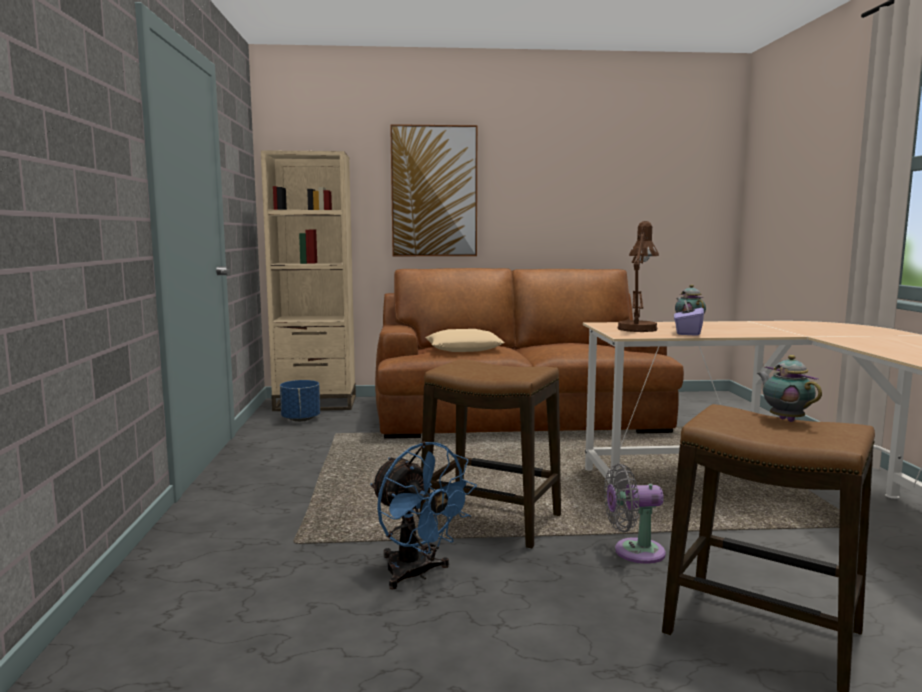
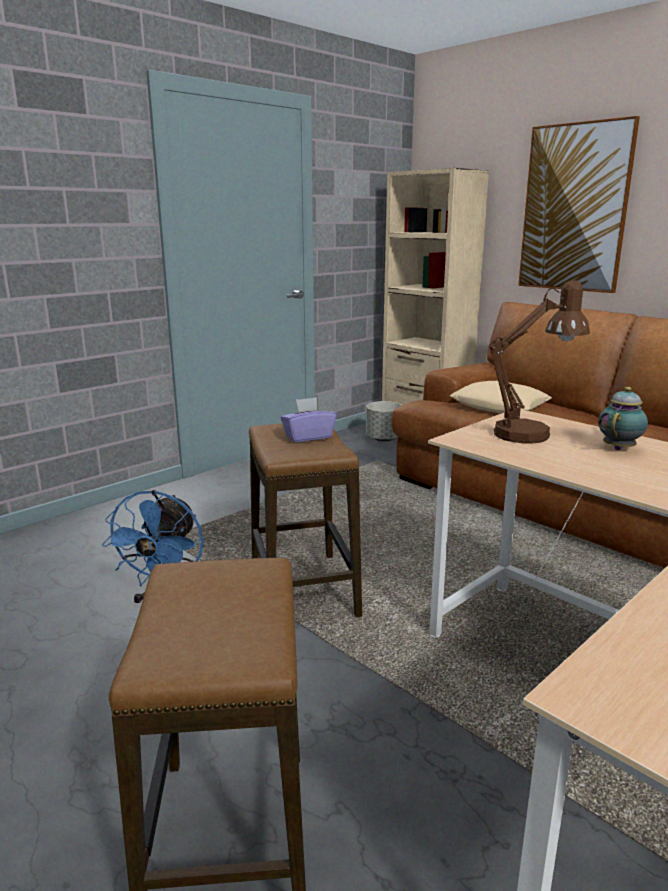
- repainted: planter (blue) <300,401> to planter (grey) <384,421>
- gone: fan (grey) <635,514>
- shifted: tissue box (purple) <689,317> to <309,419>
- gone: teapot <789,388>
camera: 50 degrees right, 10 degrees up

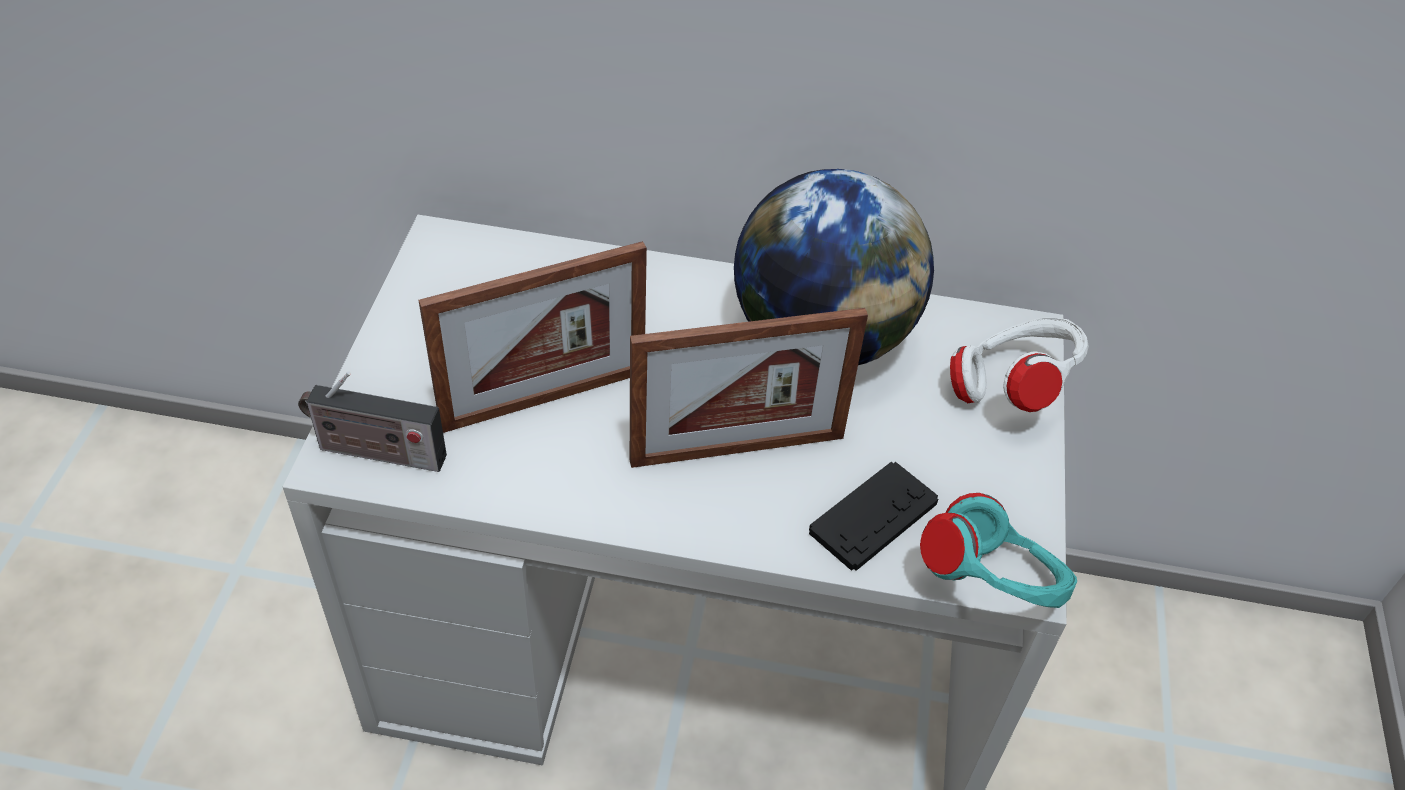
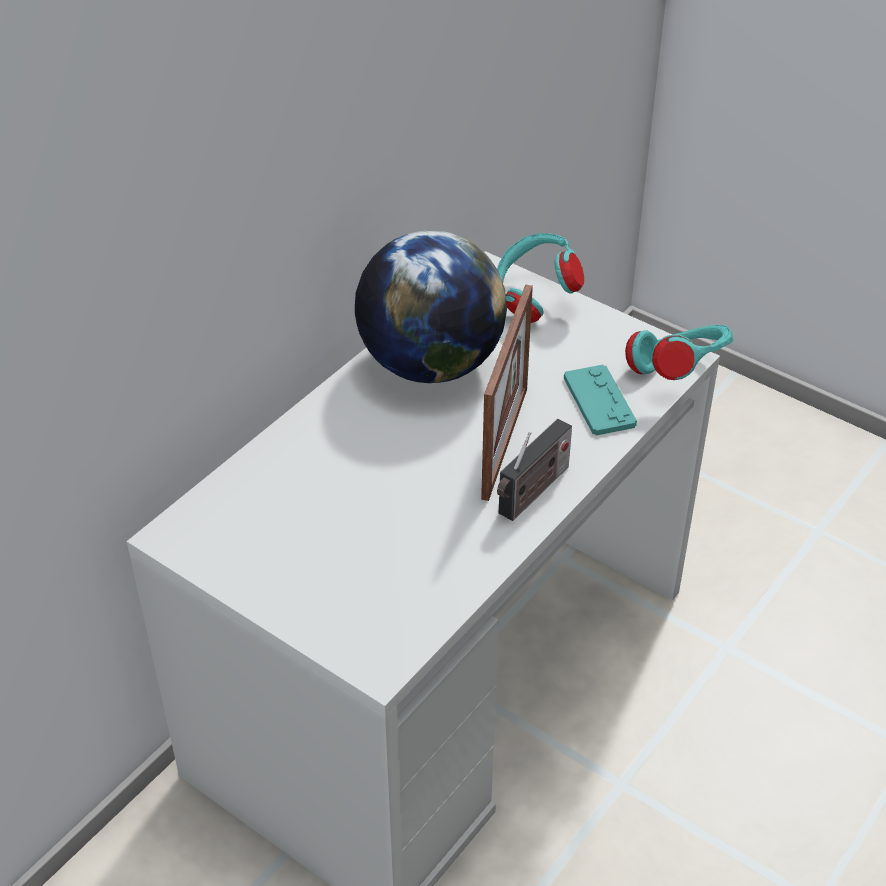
- shifted: radio <372,421> to <534,470>
- gone: picture frame <533,337>
- repainted: game controller (black) <873,516> to game controller (turquoise) <600,400>
- repainted: headphones (white) <1019,364> to headphones (turquoise) <540,278>
camera: 60 degrees left, 5 degrees down

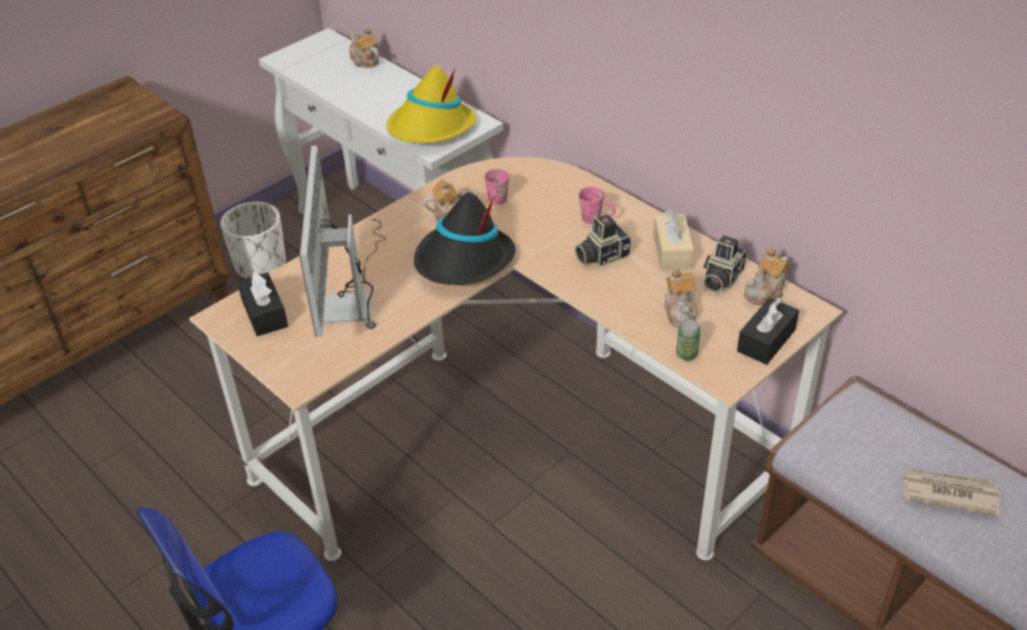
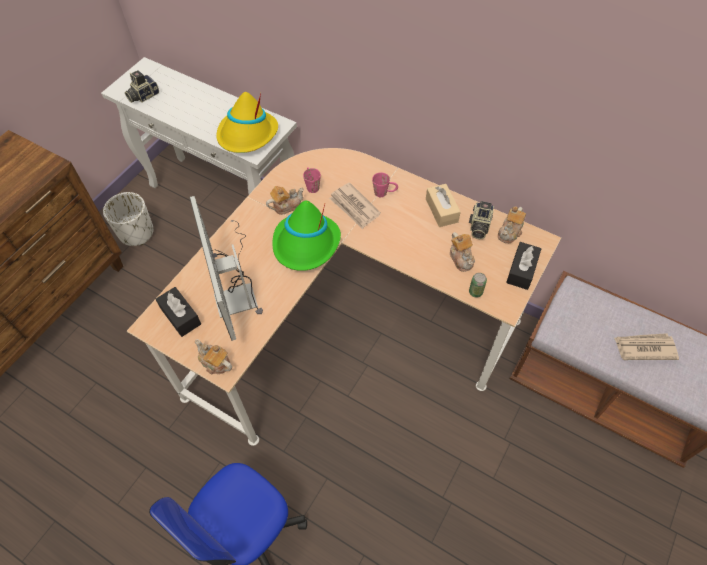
- shifted: teapot <364,48> to <213,357>
- repainted: hat (black) <465,238> to hat (green) <306,236>
- shifted: photo camera <603,241> to <142,86>
- new: newspaper <355,205>
camera: 15 degrees left, 15 degrees up

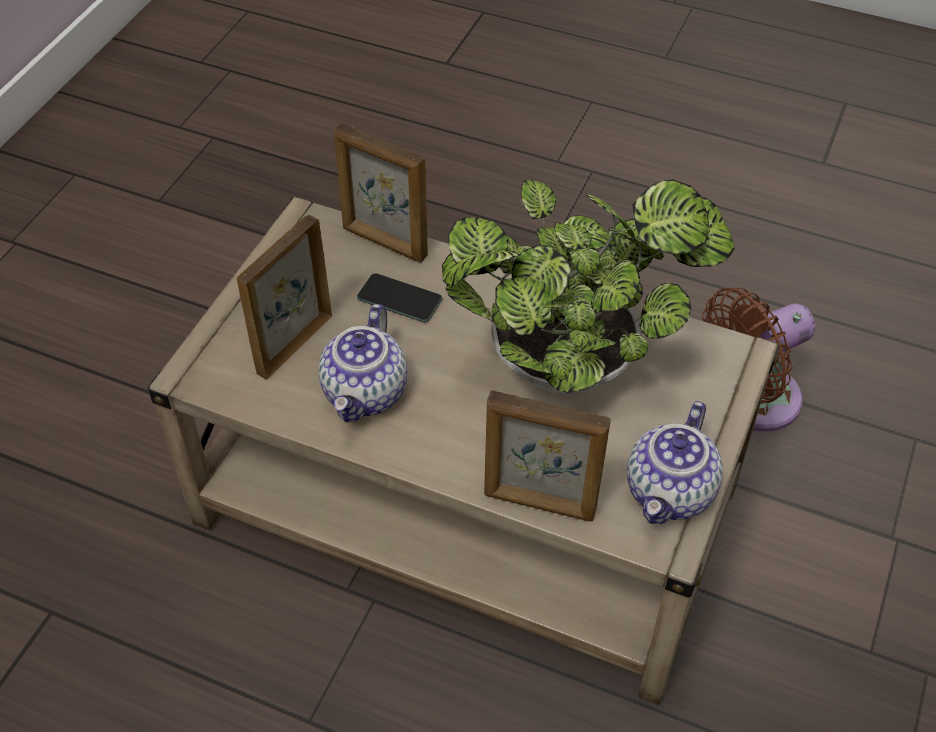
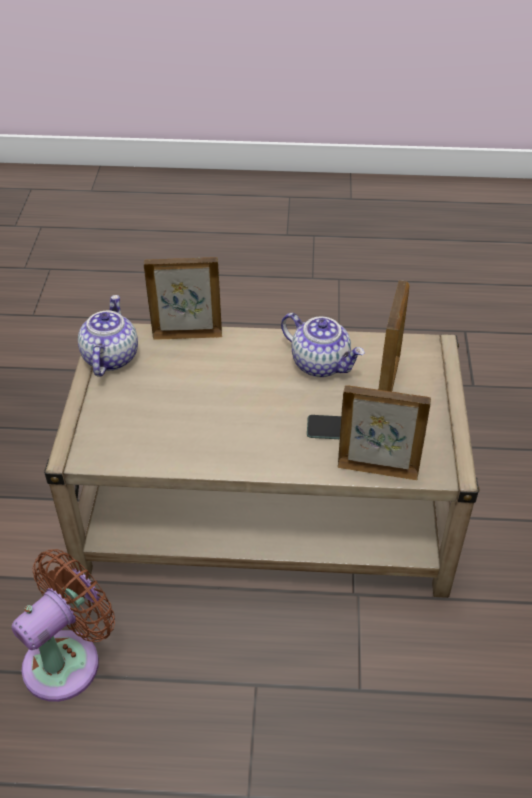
- rotated: teapot <363,363> = <323,345> 135 degrees clockwise
- gone: potted plant <588,287>
camera: 160 degrees right, 5 degrees down

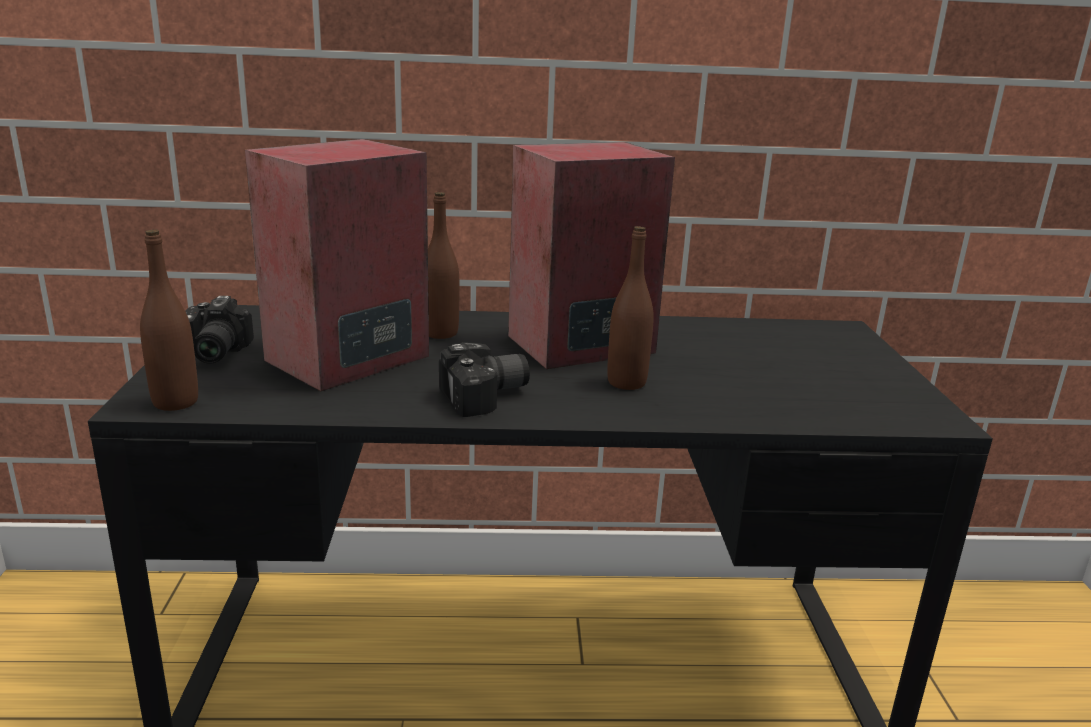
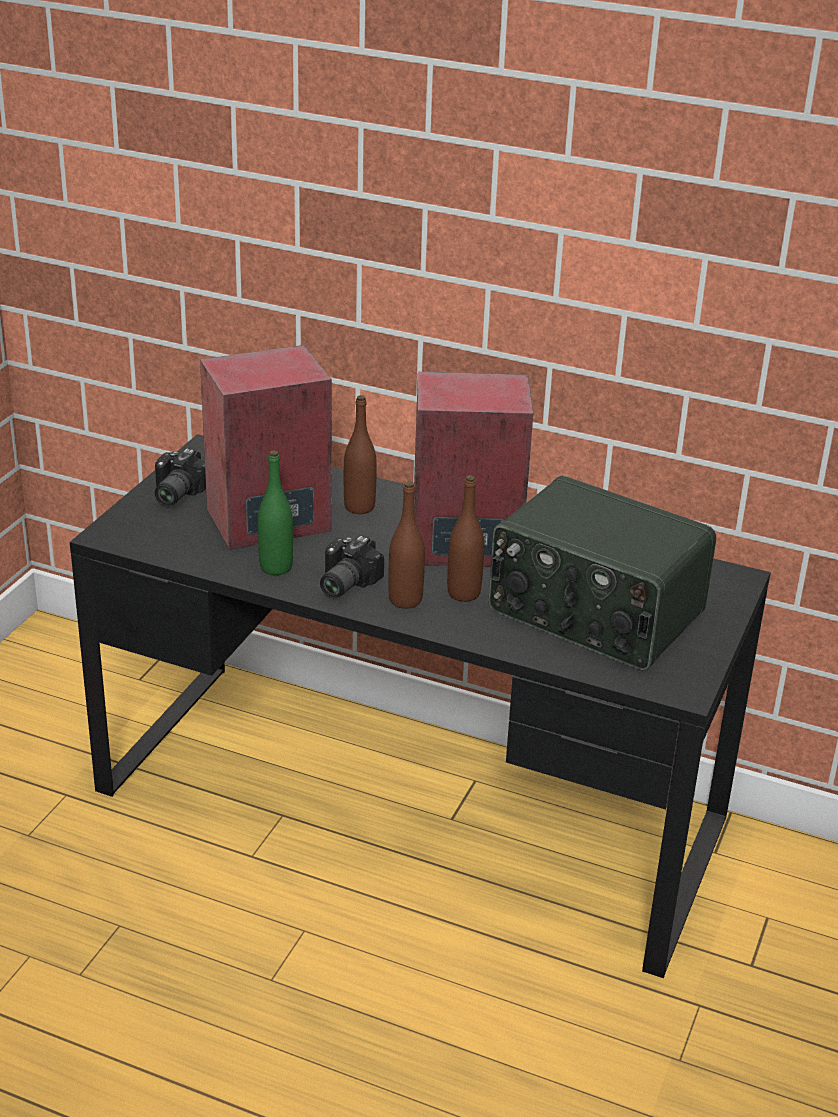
- shifted: bottle (brown) <169,320> to <406,545>
- rotated: photo camera <484,379> = <352,567> 120 degrees clockwise
- new: bottle (green) <275,512>
- new: radio <602,573>
camera: 25 degrees right, 10 degrees up

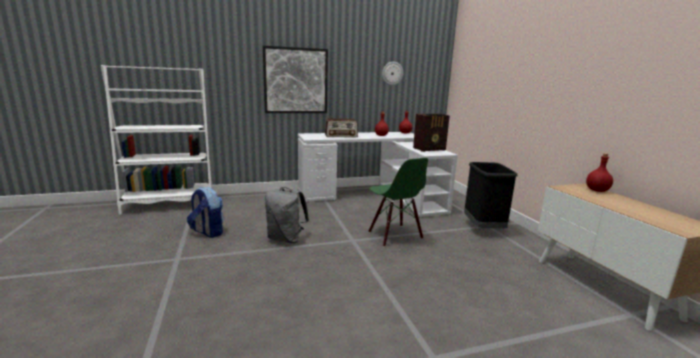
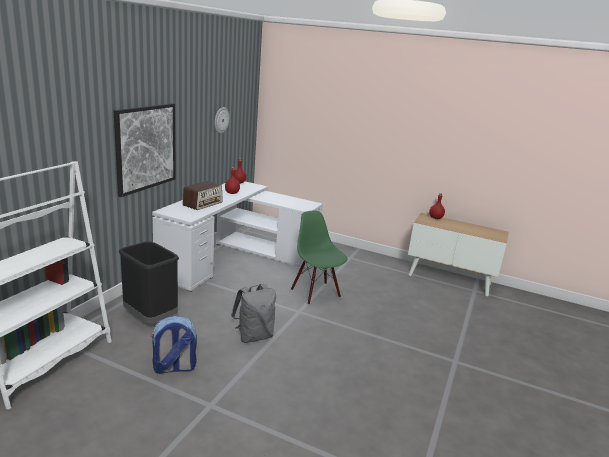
- rotated: chair (green) <398,202> = <319,258> 135 degrees counterclockwise
- gone: radio <431,133>
- shifted: trash can (black) <491,195> to <149,282>
camera: 50 degrees left, 5 degrees up

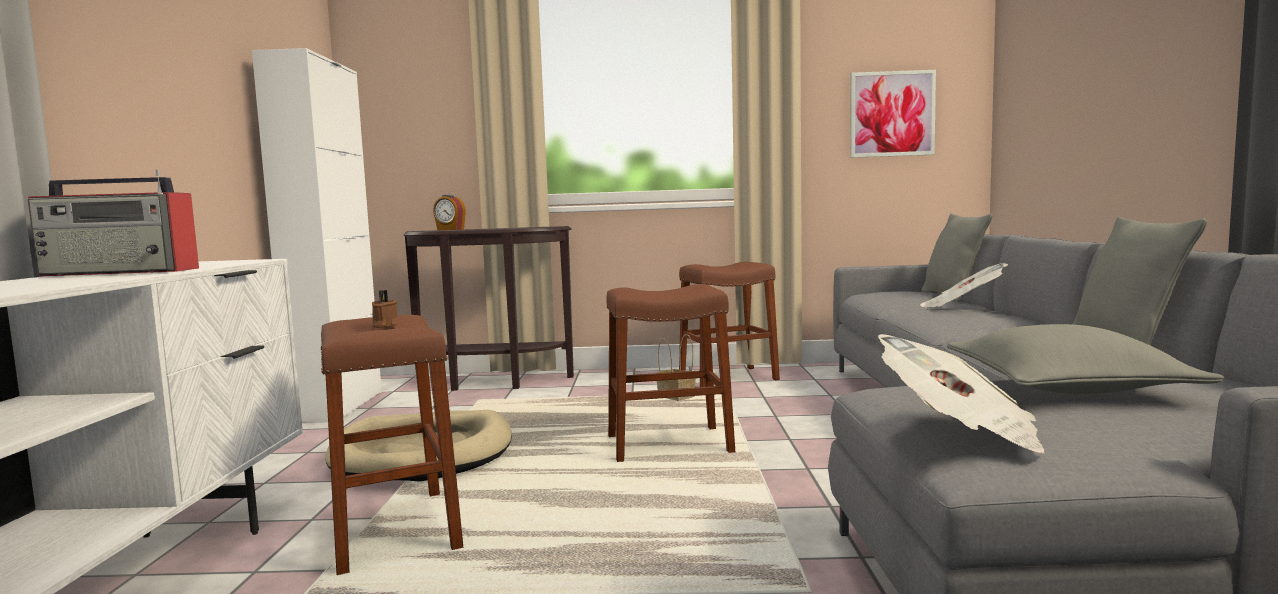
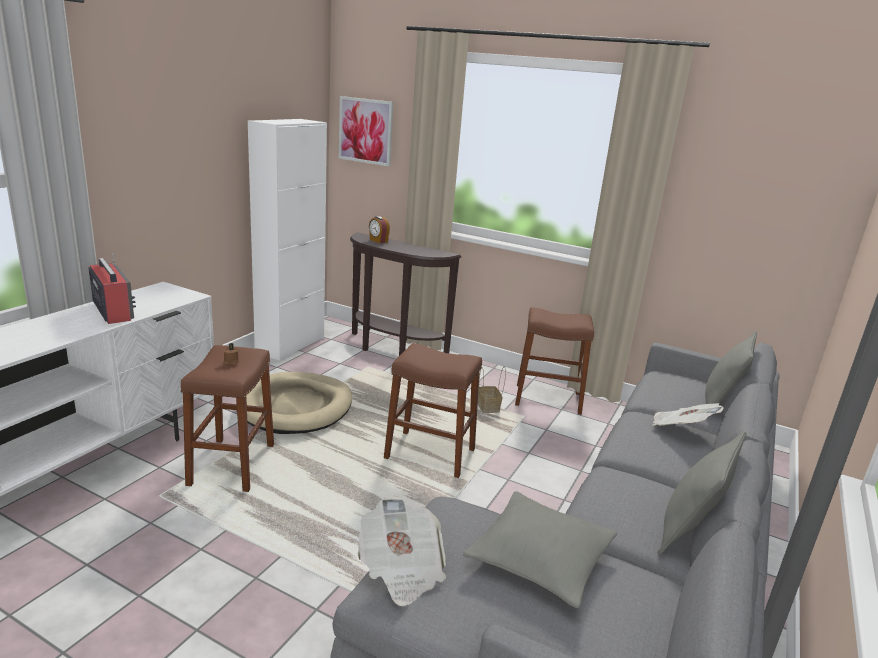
- rotated: radio <113,223> = <112,288> 150 degrees counterclockwise
- shifted: picture <893,114> to <366,131>
camera: 25 degrees right, 15 degrees up

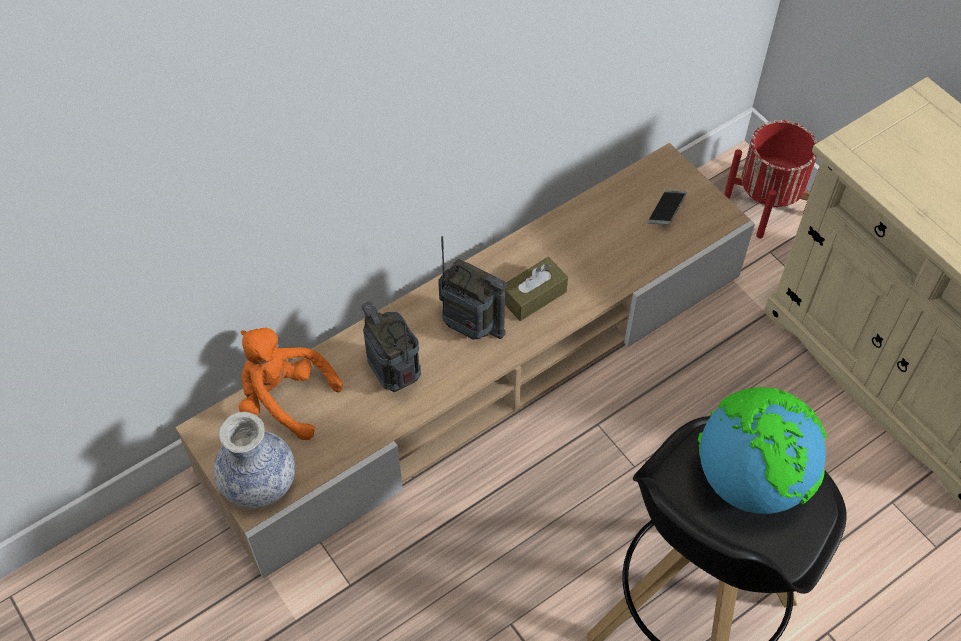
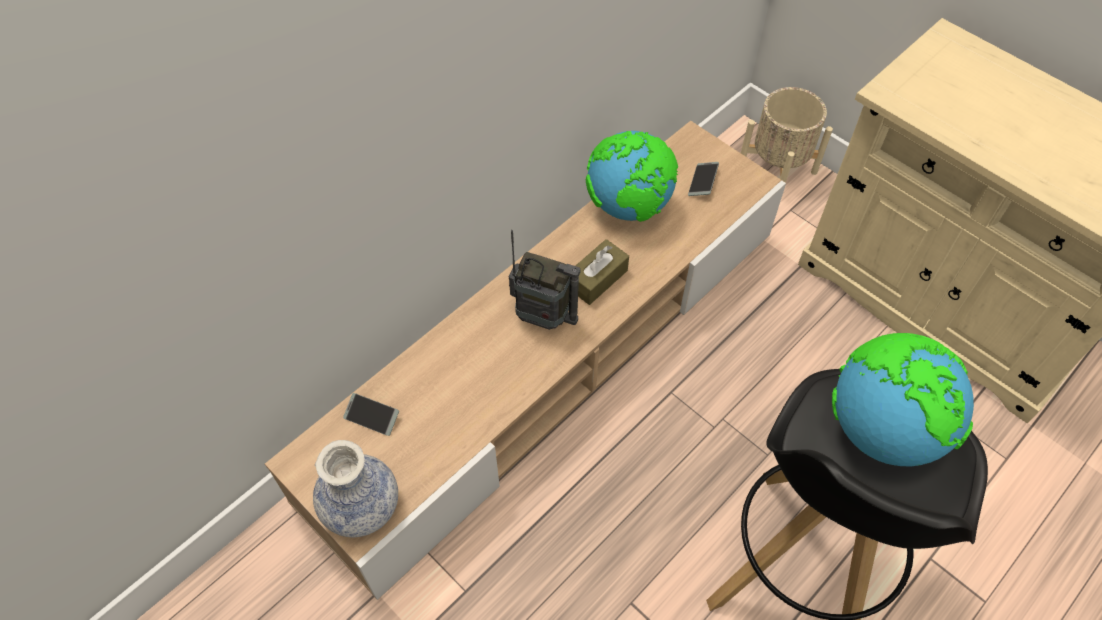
- swapped: plush toy (orange) <291,384> to phone <371,414>
- gone: radio <391,347>
- repainted: planter (red) <771,179> to planter (beige) <787,135>
- new: globe <632,176>
camera: 10 degrees left, 0 degrees up

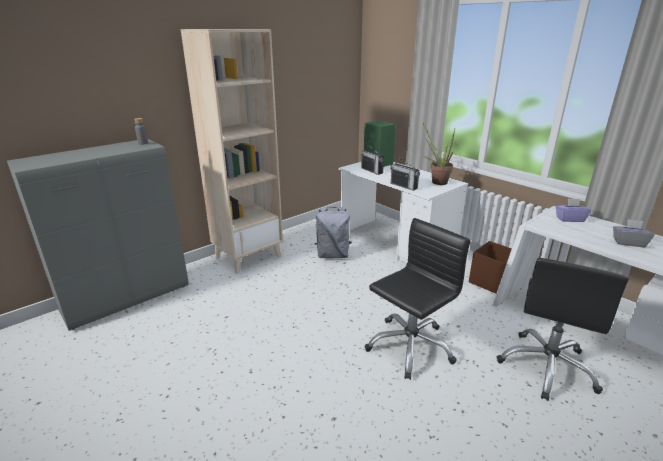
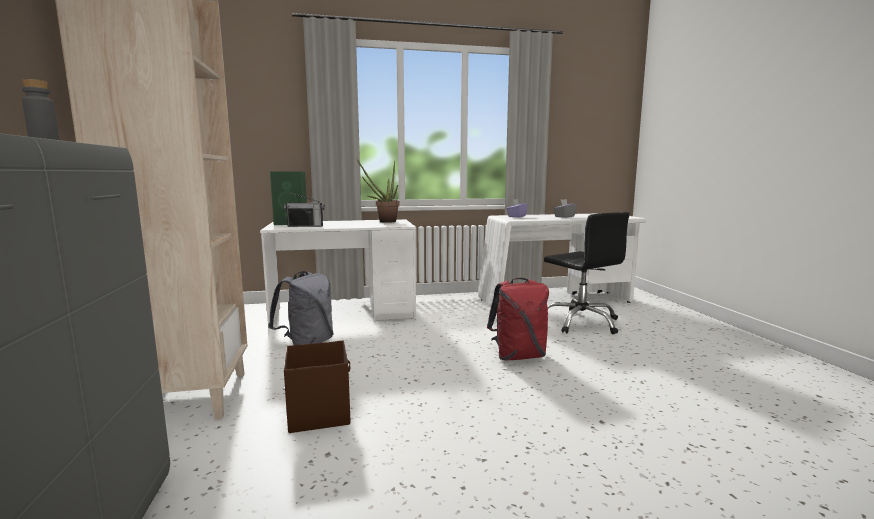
- swapped: office chair (black) <417,299> to backpack (red) <518,319>
- gone: radio <405,173>
- shifted: storage box (brown) <490,267> to <317,386>
camera: 60 degrees left, 15 degrees down

